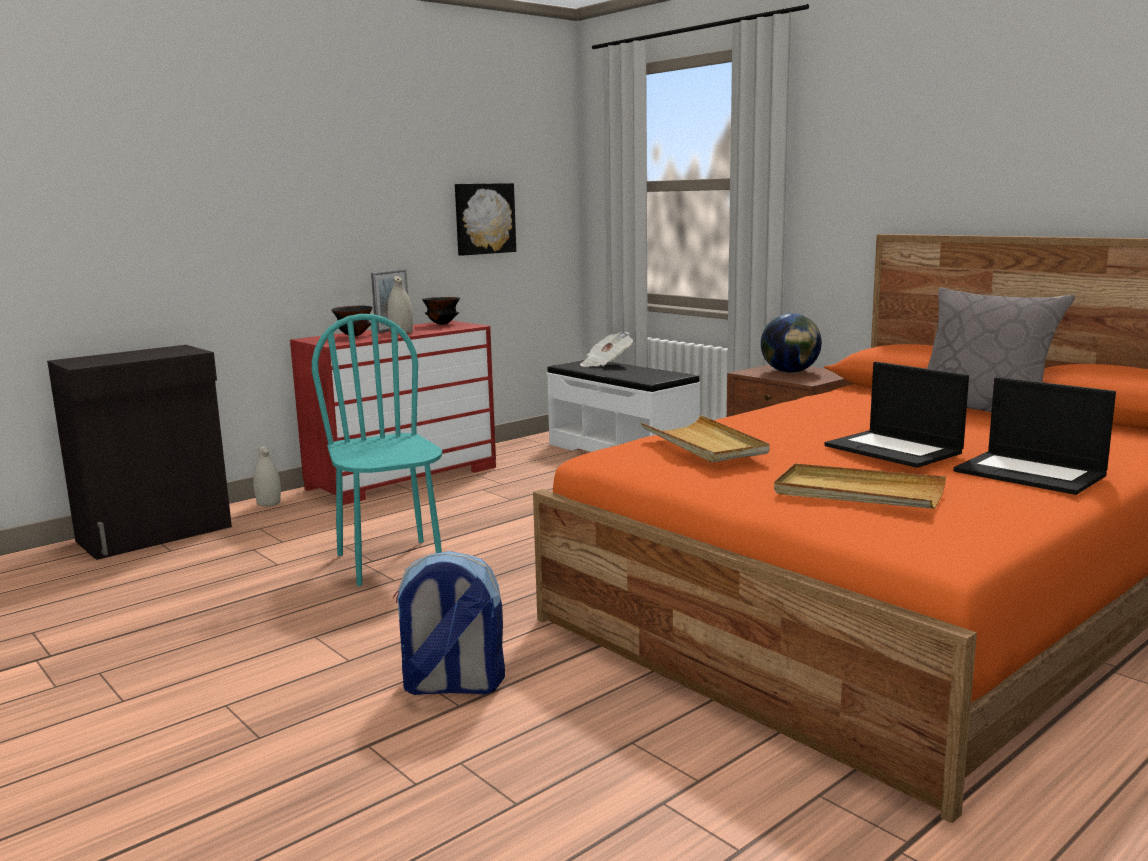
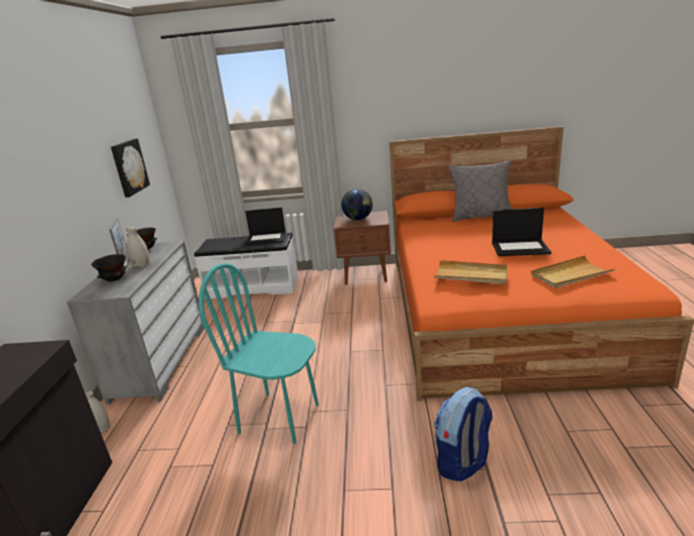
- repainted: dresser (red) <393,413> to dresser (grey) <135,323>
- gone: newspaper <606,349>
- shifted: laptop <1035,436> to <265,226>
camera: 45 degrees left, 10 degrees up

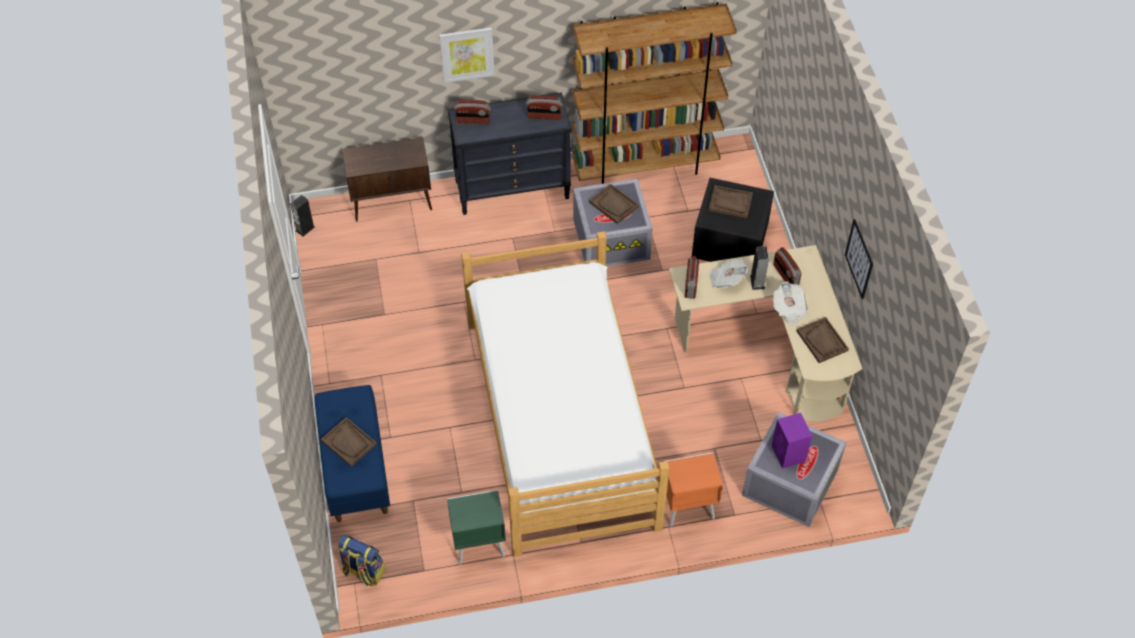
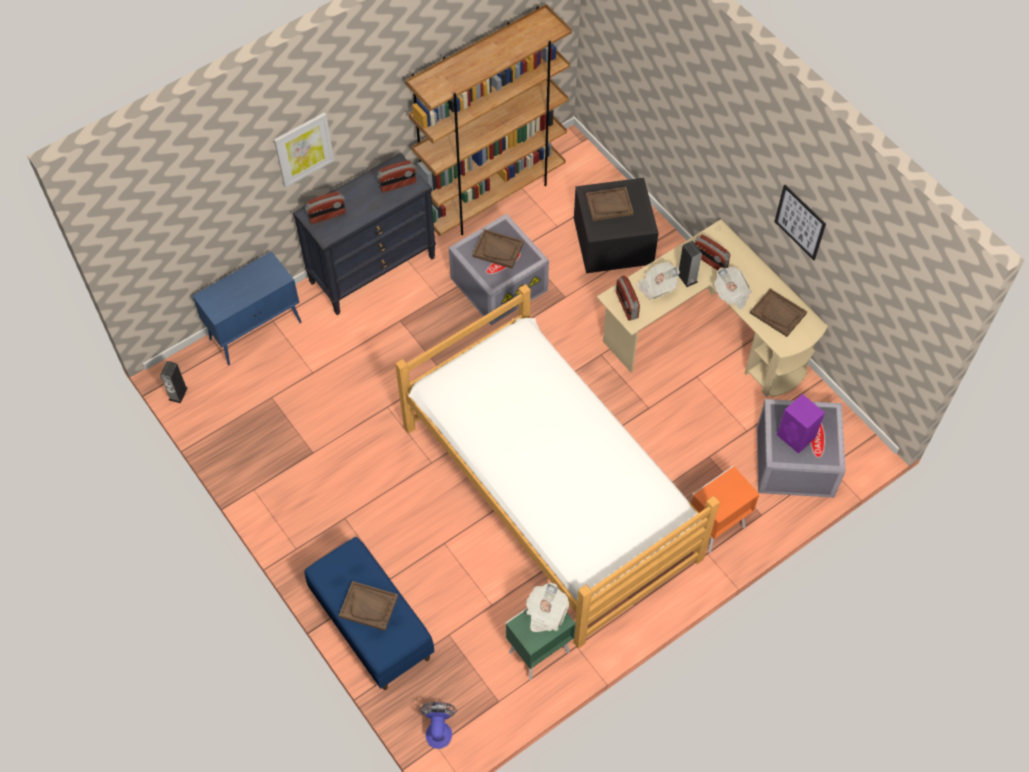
- swapped: backpack <361,560> to fan <438,725>
- repainted: cabinet (brown) <387,179> to cabinet (blue) <247,308>
- new: newspaper <547,607>
camera: 25 degrees left, 5 degrees up

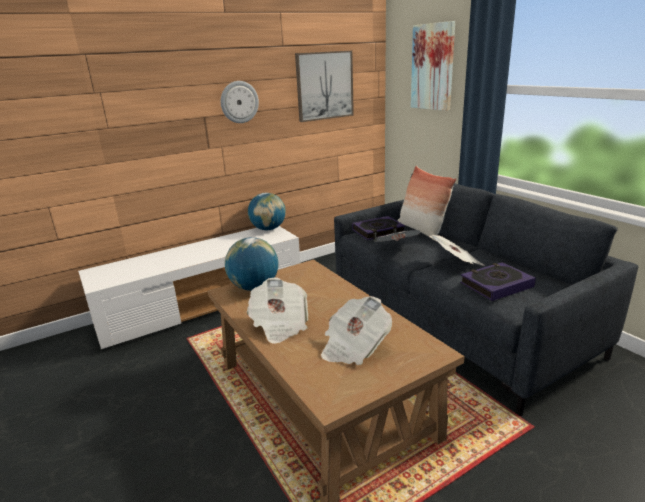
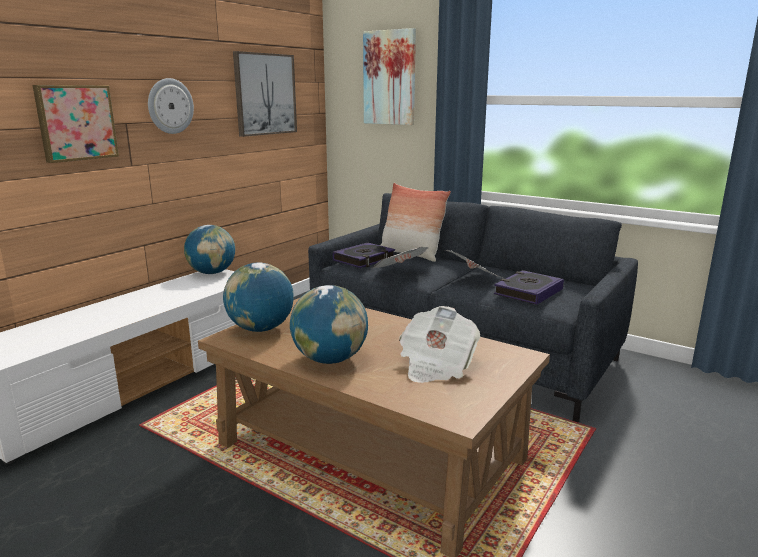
- swapped: newspaper <277,310> to globe <329,324>
- new: picture <76,124>
camera: 25 degrees left, 5 degrees down

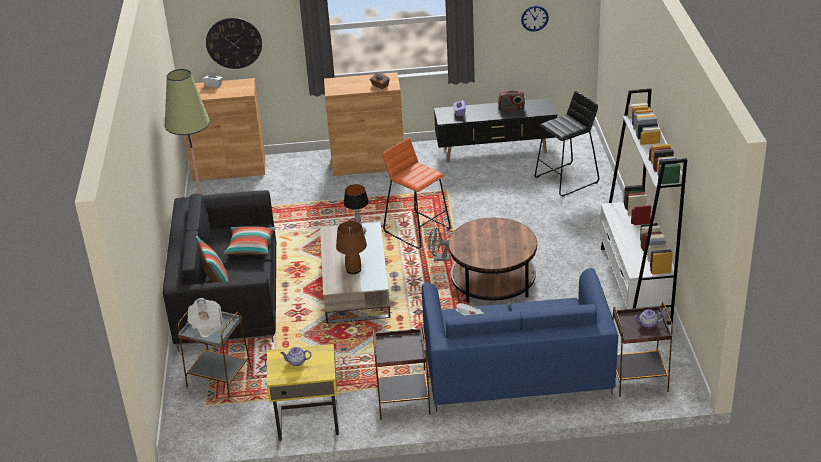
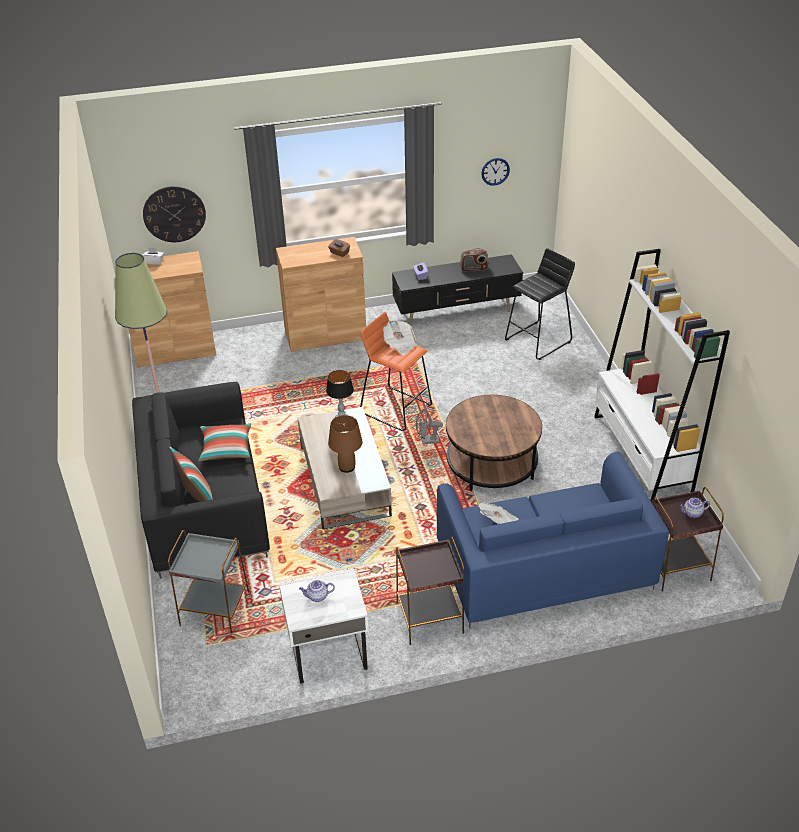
- shifted: newspaper <205,317> to <400,337>
- repainted: nightstand (yellow) <303,392> to nightstand (white) <323,626>
camera: 10 degrees left, 5 degrees up

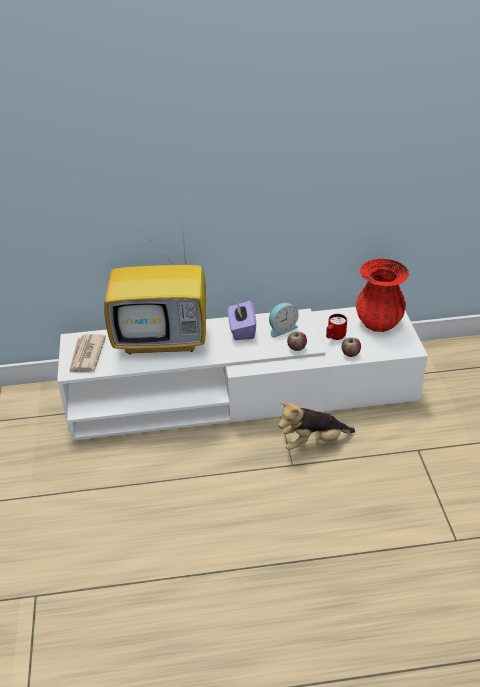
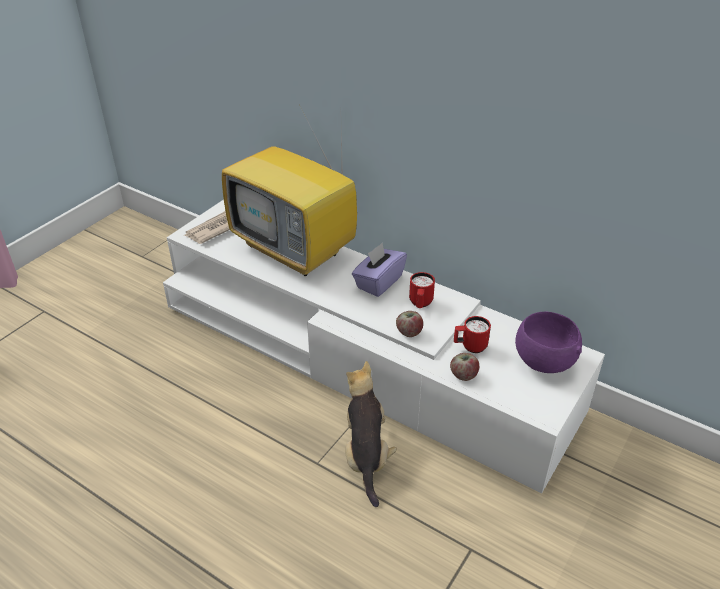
- swapped: alarm clock <284,320> to mug (red) <422,290>
- rotated: plush toy <316,426> = <371,434> 60 degrees clockwise
- swapped: vase (red) <382,295> to bowl (purple) <548,342>
camera: 40 degrees right, 0 degrees up

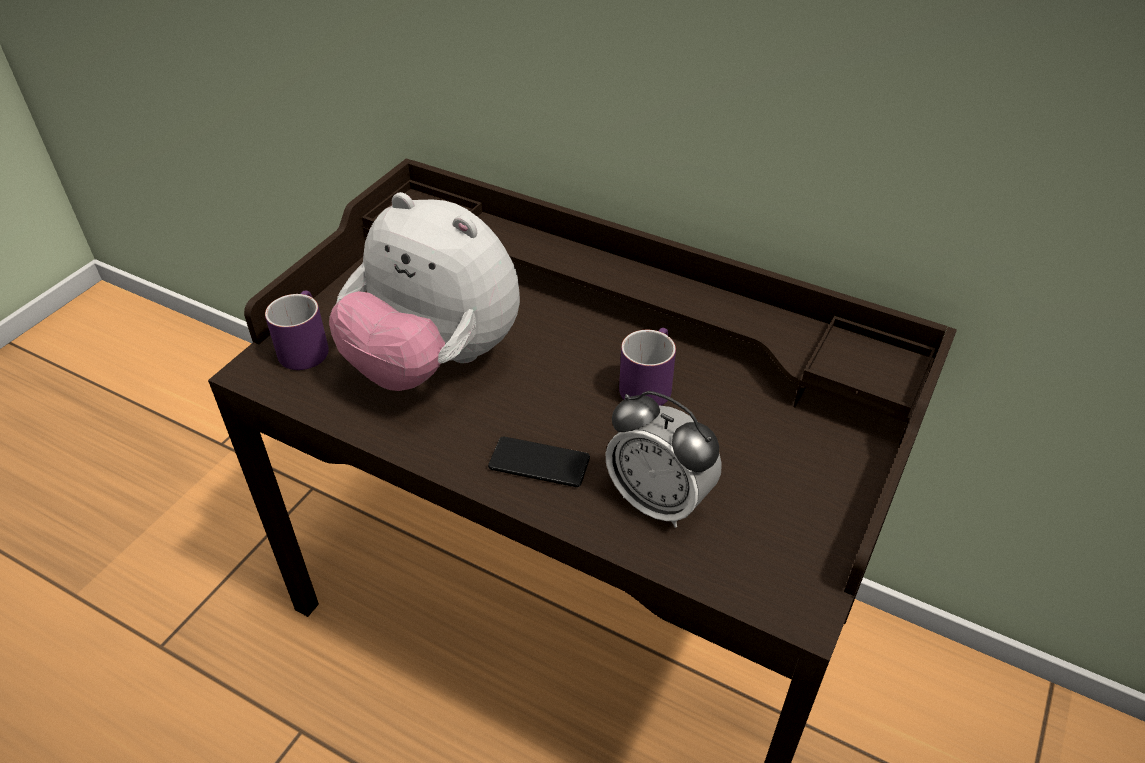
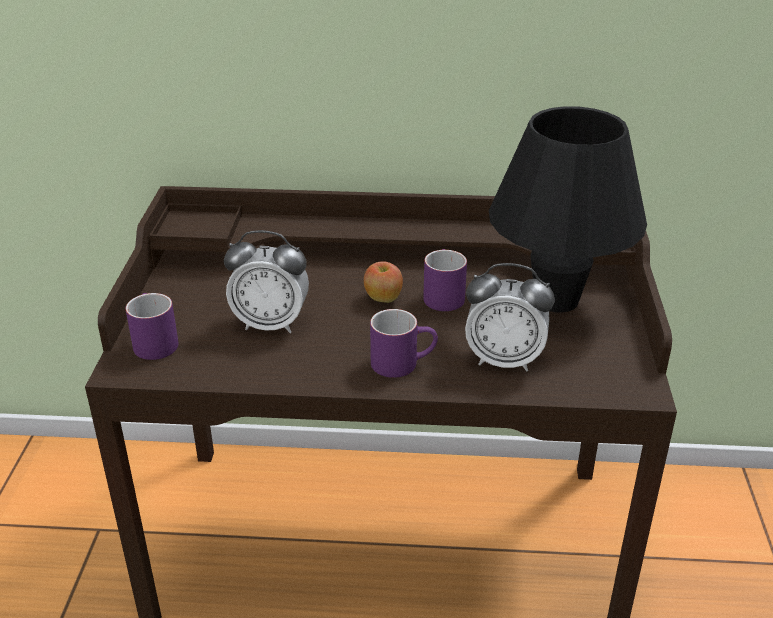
- swapped: plush toy <424,291> to alarm clock <266,281>
- swapped: phone <539,461> to mug (purple) <404,343>
- new: apple <383,282>
- new: table lamp (black) <568,209>
camera: 25 degrees left, 10 degrees down

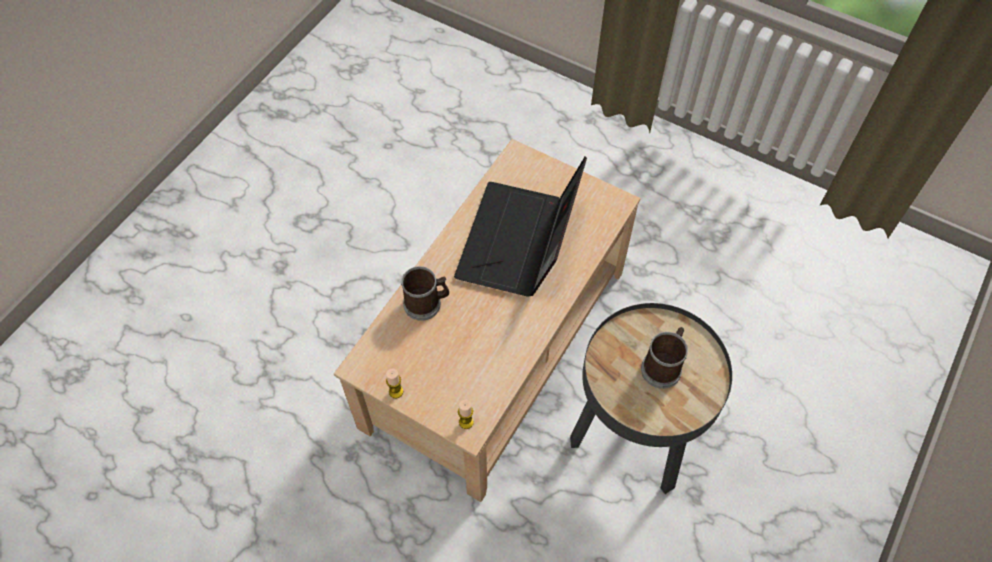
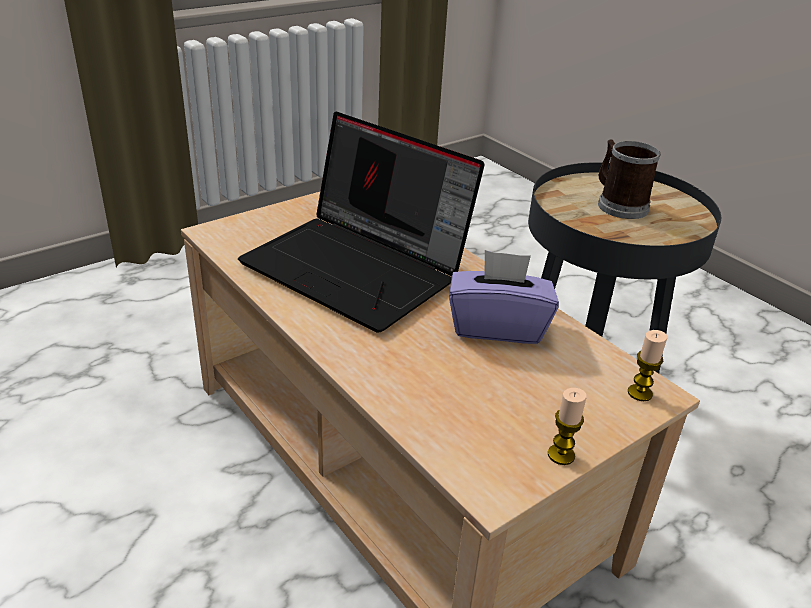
- gone: mug <425,293>
- new: tissue box (purple) <504,297>
camera: 70 degrees left, 25 degrees down

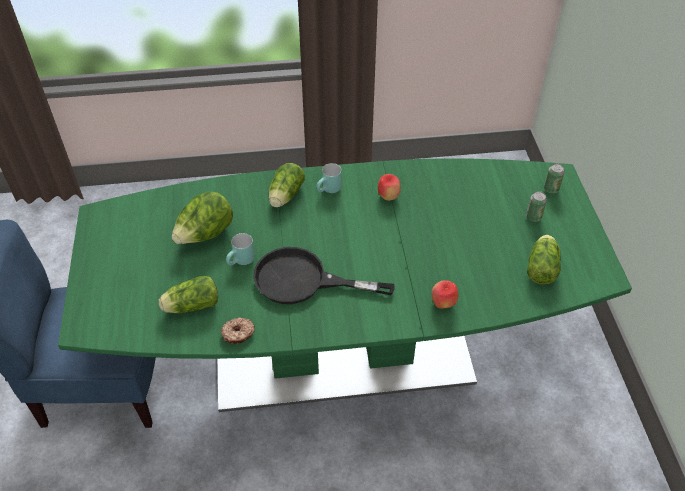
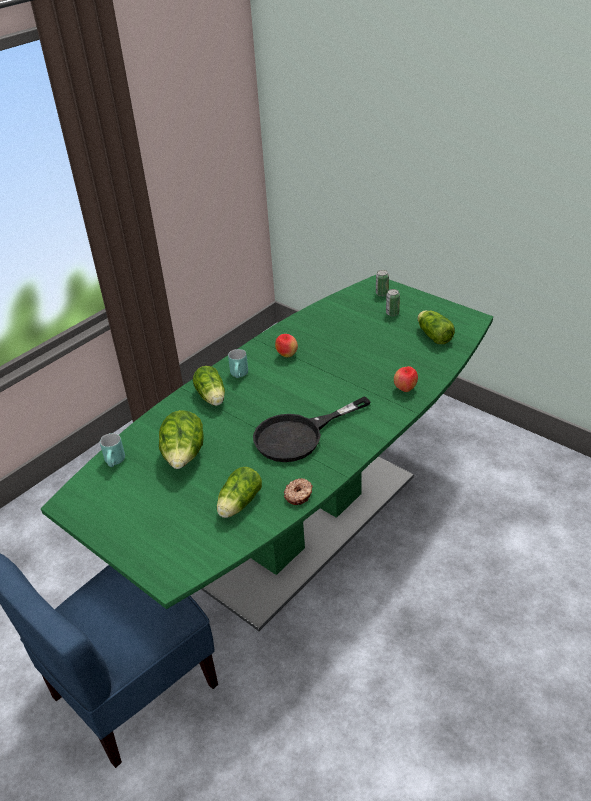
- shifted: mug (turquoise) <240,249> to <112,450>
camera: 40 degrees left, 10 degrees down

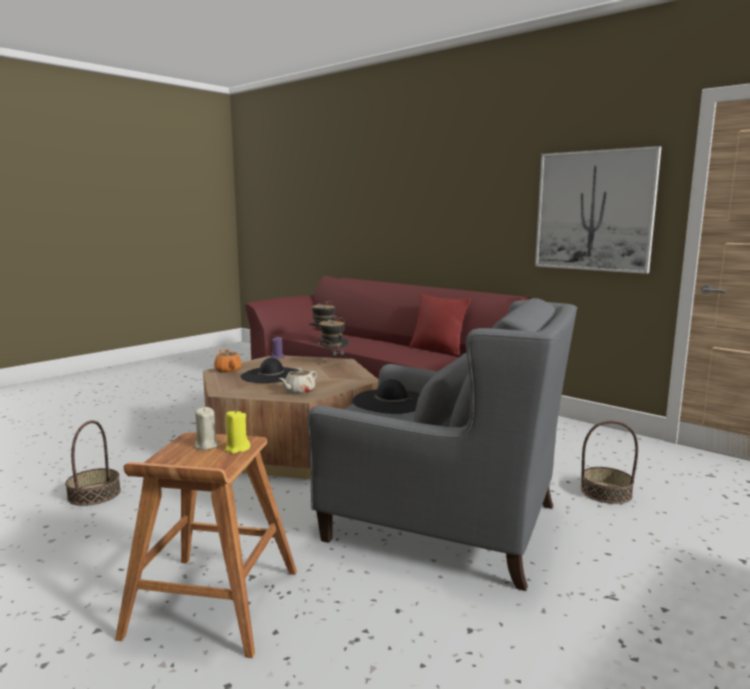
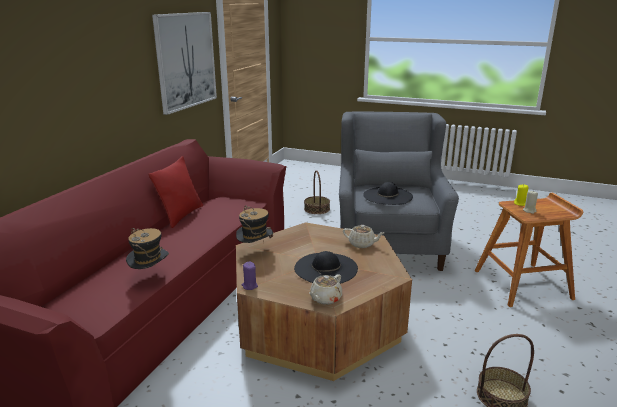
- repainted: teapot (orange) <228,361> to teapot (beige) <325,289>
camera: 110 degrees left, 10 degrees up

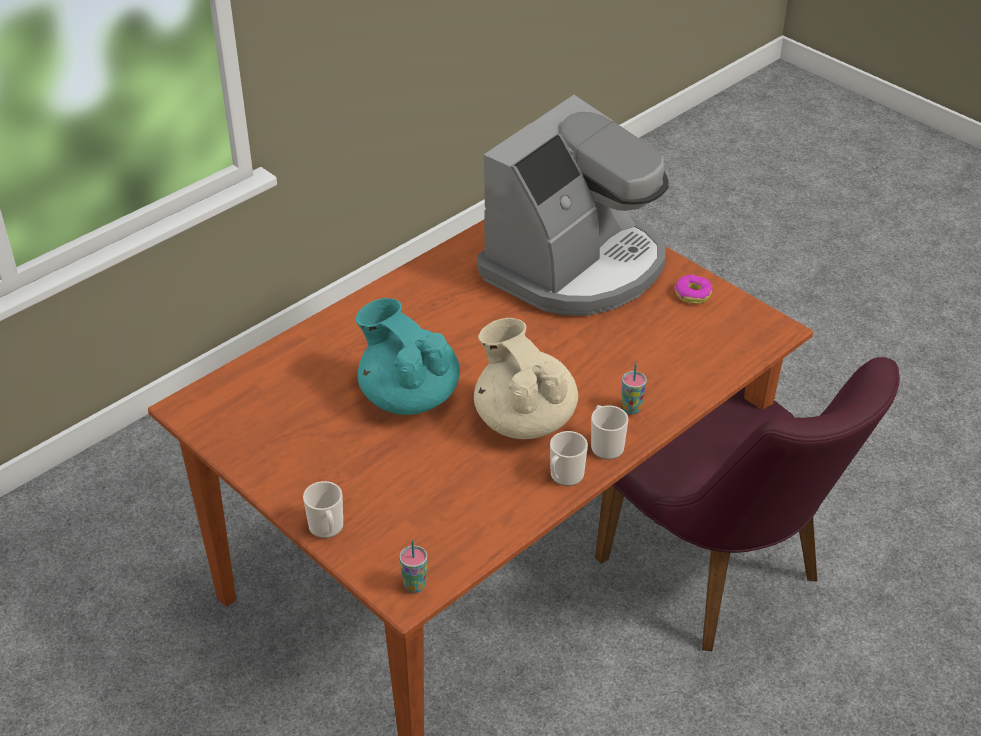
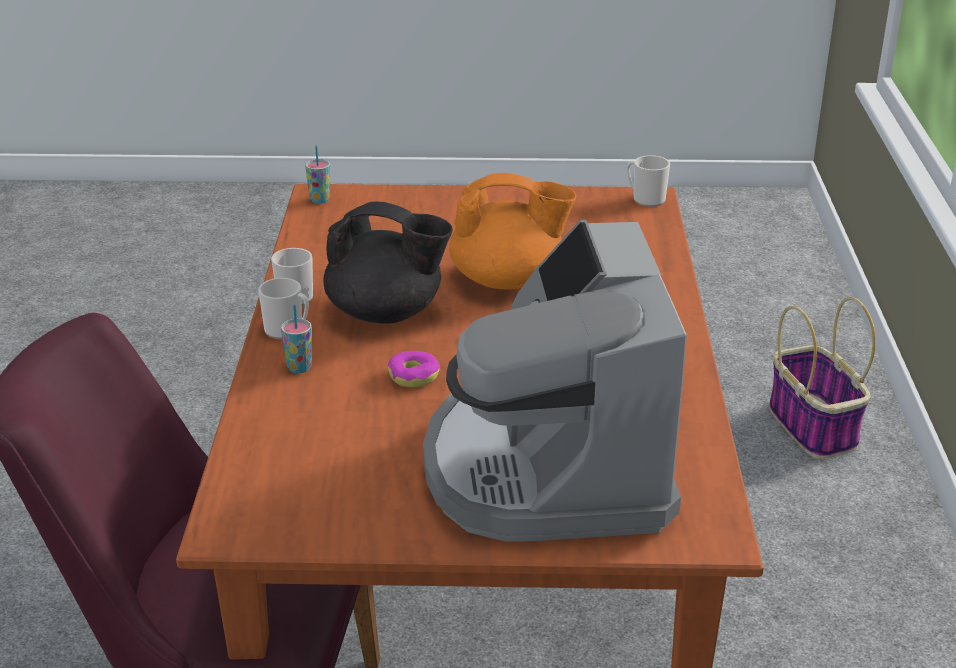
- shifted: mug <323,509> to <648,181>
- repainted: teapot (turquoise) <408,356> to teapot (orange) <513,231>
- repainted: teapot (beige) <526,378> to teapot (black) <388,262>
- shifted: donut <693,289> to <414,369>
- new: basket <822,378>
camera: 135 degrees right, 10 degrees down

